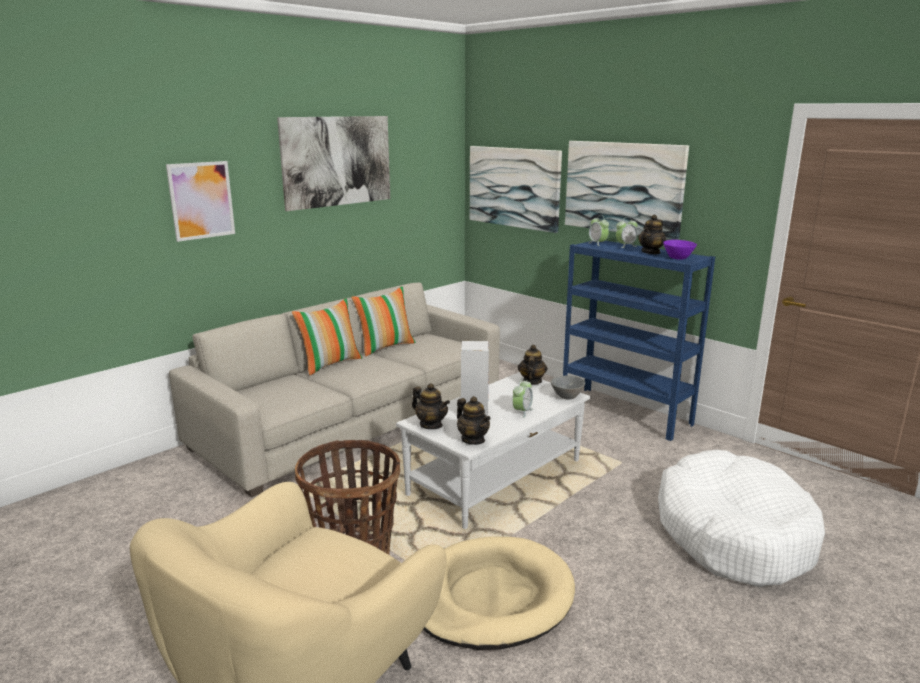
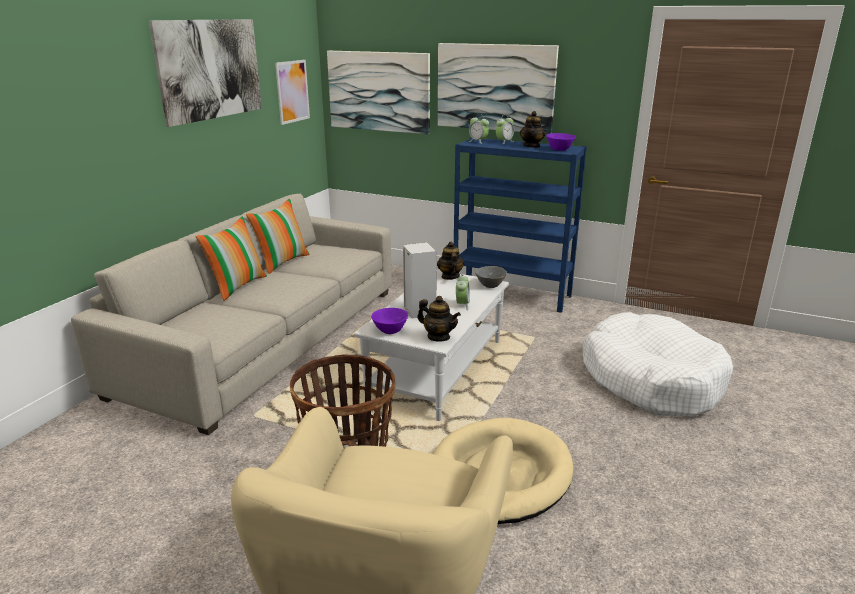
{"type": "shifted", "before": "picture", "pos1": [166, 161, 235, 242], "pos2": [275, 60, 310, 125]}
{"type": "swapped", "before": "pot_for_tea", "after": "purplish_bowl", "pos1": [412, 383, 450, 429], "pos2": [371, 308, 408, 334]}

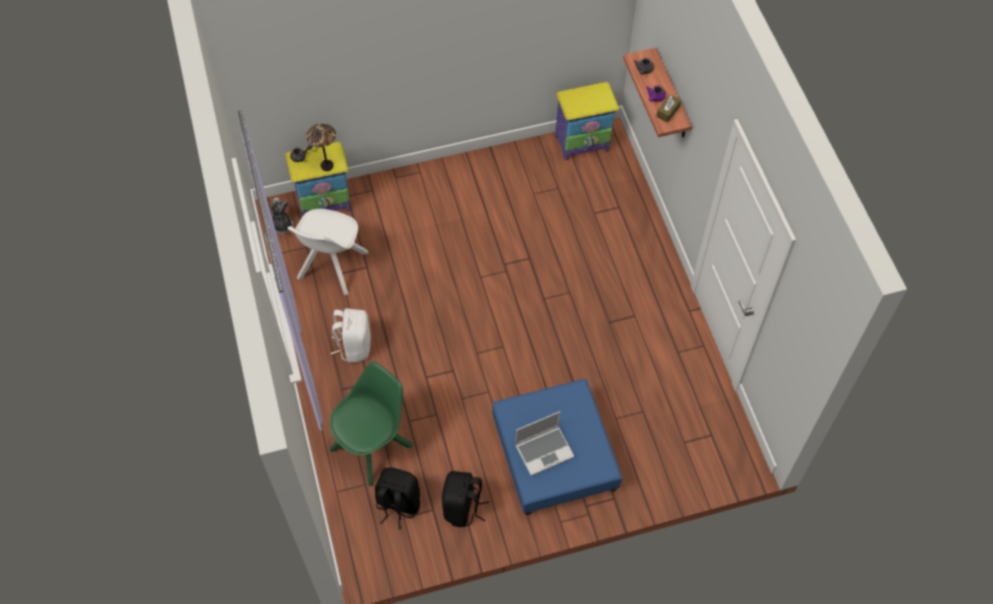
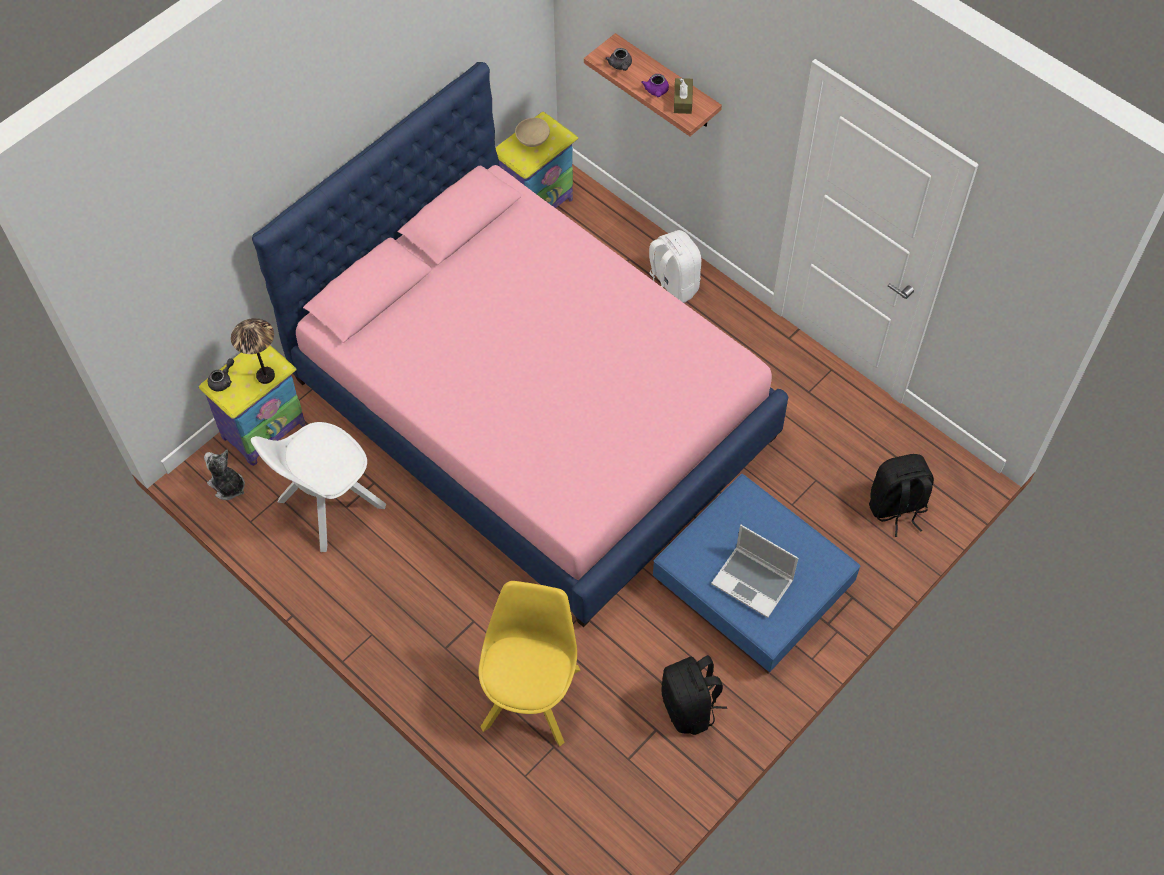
{"type": "rotated", "before": "white_upright_chair", "pos1": [287, 209, 368, 295], "pos2": [251, 422, 386, 552], "turn": 60}
{"type": "shifted", "before": "white_rucksack", "pos1": [331, 308, 371, 363], "pos2": [649, 230, 701, 303]}
{"type": "repainted", "before": "green-coloured_upright_chair", "after": "yellowish_upright_chair", "pos1": [330, 361, 413, 486], "pos2": [479, 581, 580, 746]}
{"type": "rotated", "before": "notebook_computer", "pos1": [515, 411, 575, 476], "pos2": [711, 525, 799, 618], "turn": 90}
{"type": "shifted", "before": "black-coloured_rucksack", "pos1": [375, 467, 420, 530], "pos2": [869, 454, 934, 537]}
{"type": "new", "after": "pink_sleeping_bed", "pos2": [252, 62, 788, 627]}
{"type": "new", "after": "beige-coloured_bowl", "pos2": [515, 118, 550, 147]}

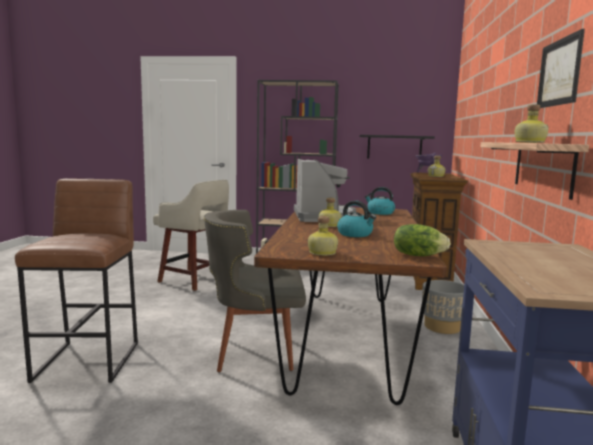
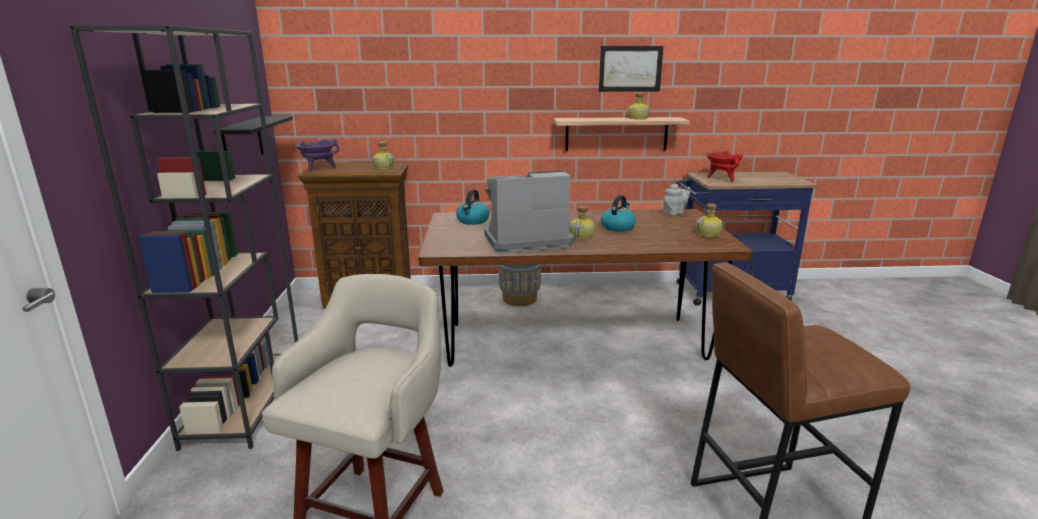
{"type": "gone", "before": "grey_upright_chair", "pos1": [204, 210, 306, 373]}
{"type": "swapped", "before": "lettuce", "after": "grey_pot_for_tea", "pos1": [394, 224, 451, 256], "pos2": [664, 184, 691, 215]}
{"type": "new", "after": "red-coloured_saucepot", "pos2": [706, 151, 743, 182]}

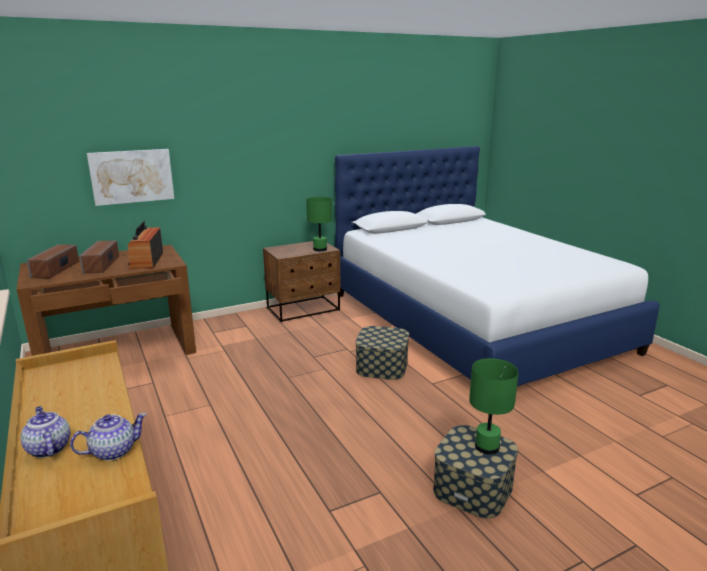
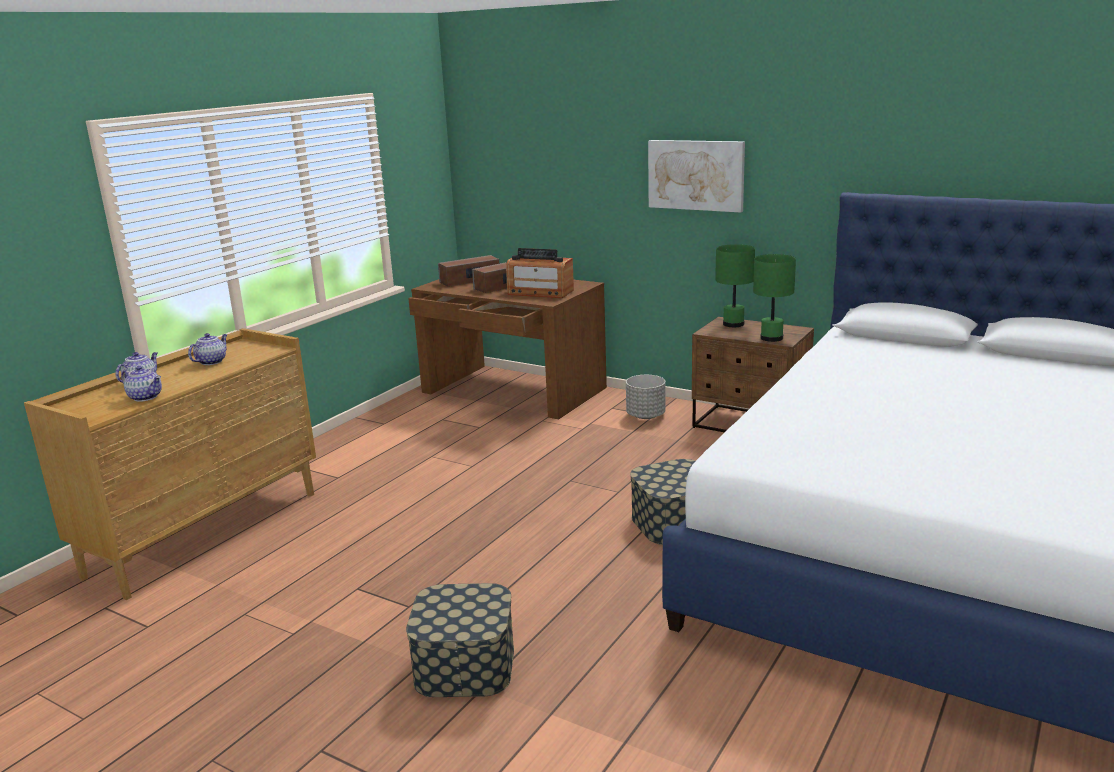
{"type": "shifted", "before": "picture", "pos1": [87, 149, 174, 206], "pos2": [648, 140, 745, 212]}
{"type": "rotated", "before": "radio", "pos1": [128, 221, 163, 269], "pos2": [506, 248, 574, 298], "turn": -120}
{"type": "shifted", "before": "green-coloured_tabletop_lamp", "pos1": [469, 358, 518, 455], "pos2": [716, 244, 755, 327]}
{"type": "new", "after": "pot_for_tea", "pos2": [188, 333, 228, 365]}
{"type": "new", "after": "grey_planter", "pos2": [626, 375, 666, 419]}

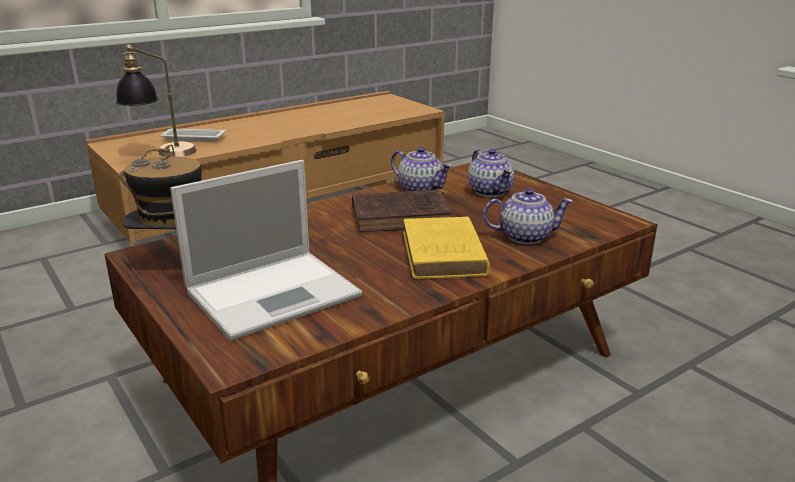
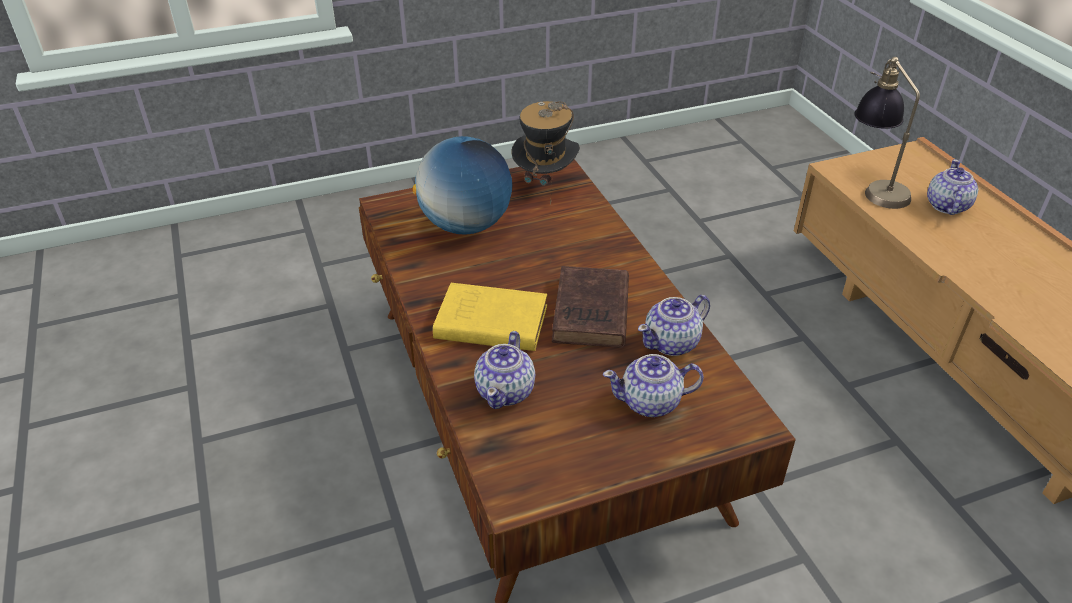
{"type": "swapped", "before": "white_carrying_tray", "after": "pot_for_tea", "pos1": [161, 129, 226, 142], "pos2": [927, 159, 978, 215]}
{"type": "swapped", "before": "notebook_computer", "after": "world_globe", "pos1": [170, 160, 362, 341], "pos2": [412, 136, 513, 235]}

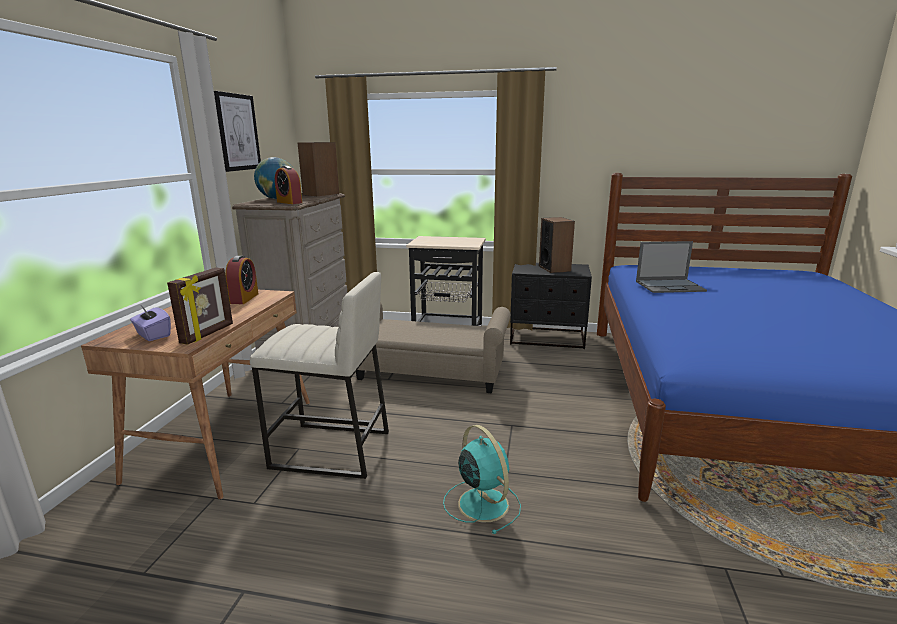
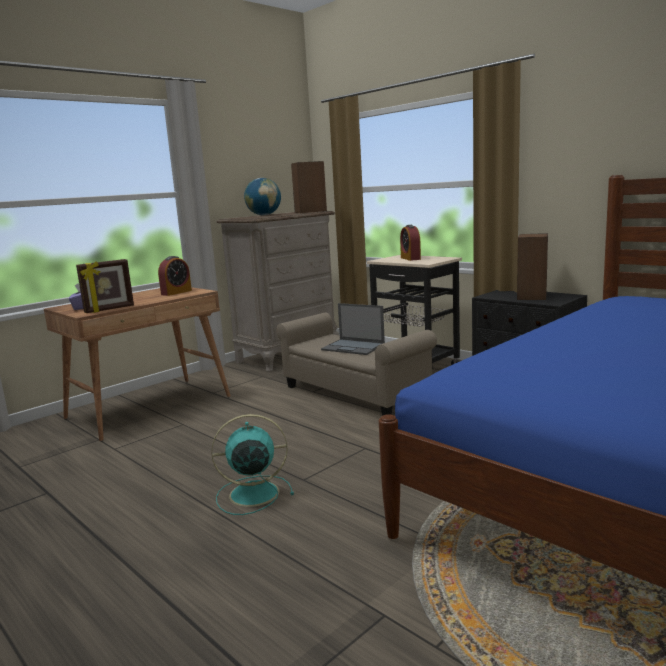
{"type": "gone", "before": "picture", "pos1": [214, 91, 261, 172]}
{"type": "shifted", "before": "bedside_clock", "pos1": [275, 166, 302, 204], "pos2": [400, 225, 421, 261]}
{"type": "shifted", "before": "notebook_computer", "pos1": [636, 241, 707, 293], "pos2": [321, 303, 385, 355]}
{"type": "gone", "before": "beige-coloured_stool_seat", "pos1": [250, 272, 389, 479]}
{"type": "rotated", "before": "turquoise-coloured_fan", "pos1": [443, 425, 521, 534], "pos2": [211, 414, 294, 515], "turn": -105}

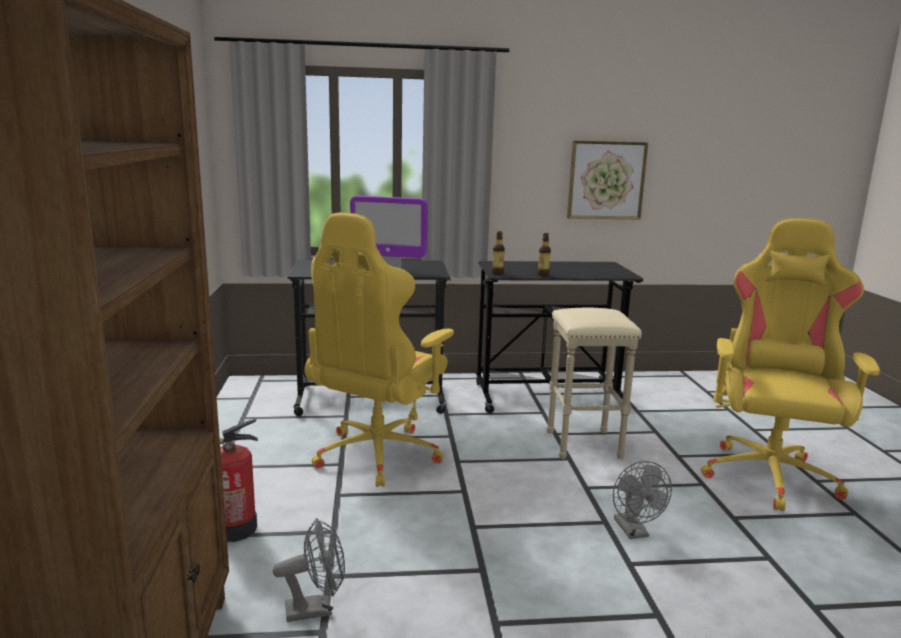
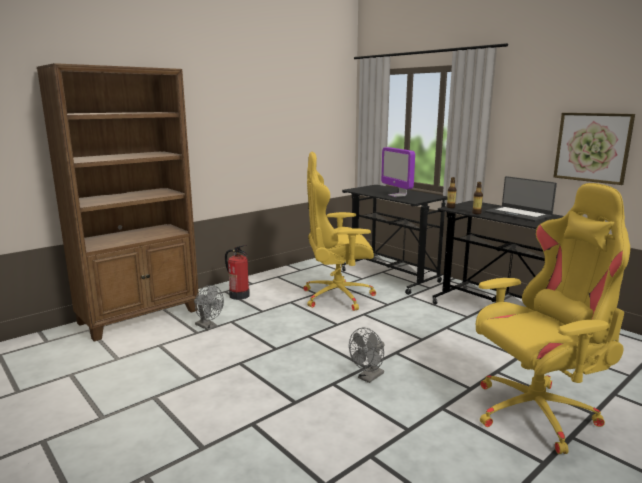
{"type": "gone", "before": "beige-coloured_stool_seat", "pos1": [547, 308, 642, 459]}
{"type": "new", "after": "notebook_computer", "pos2": [485, 176, 557, 222]}

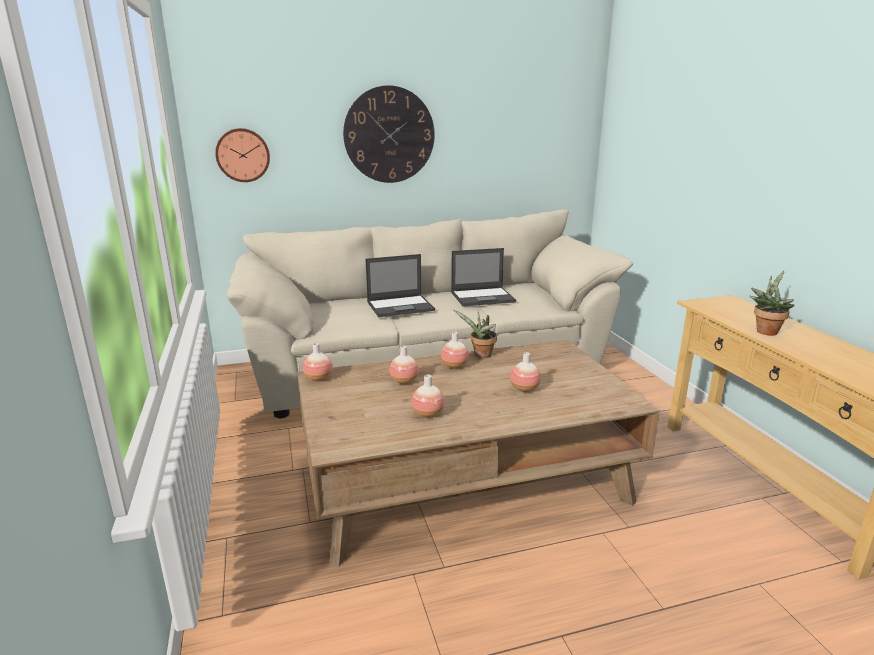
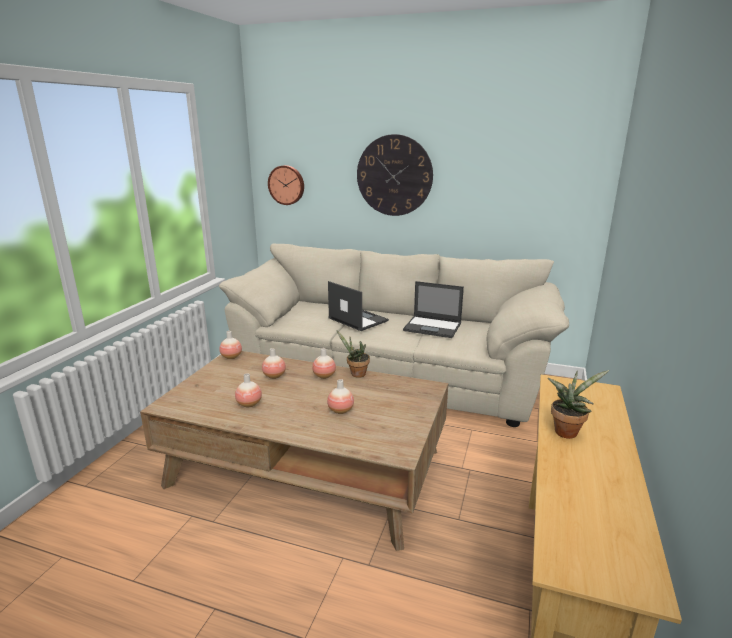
{"type": "rotated", "before": "notebook_computer", "pos1": [365, 254, 435, 317], "pos2": [328, 281, 389, 331], "turn": -150}

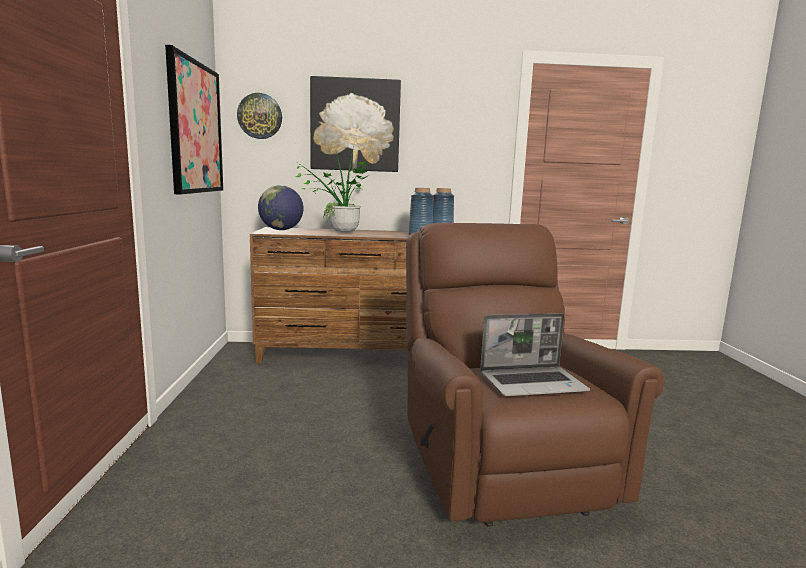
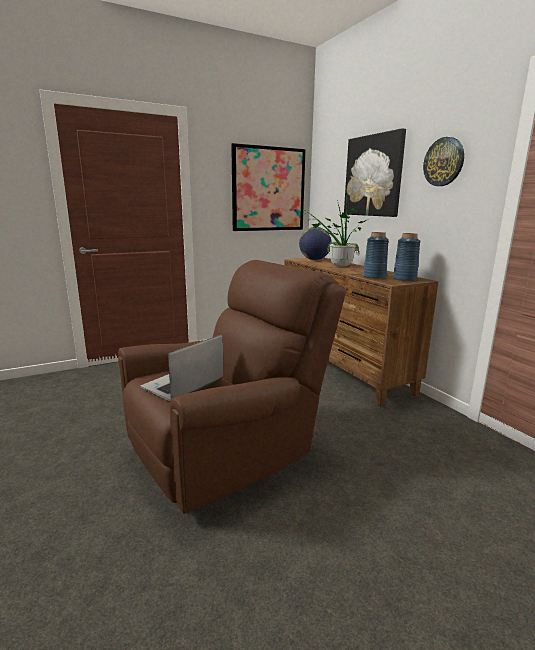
{"type": "shifted", "before": "wall_clock", "pos1": [237, 93, 282, 139], "pos2": [423, 137, 464, 186]}
{"type": "rotated", "before": "notebook_computer", "pos1": [480, 313, 590, 396], "pos2": [141, 335, 224, 401], "turn": 75}

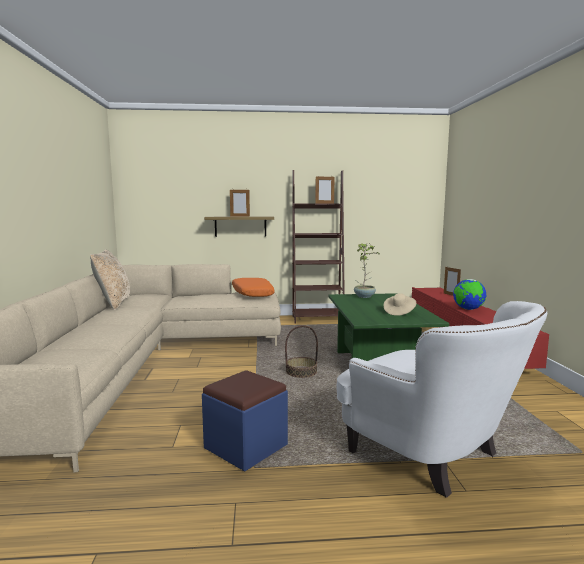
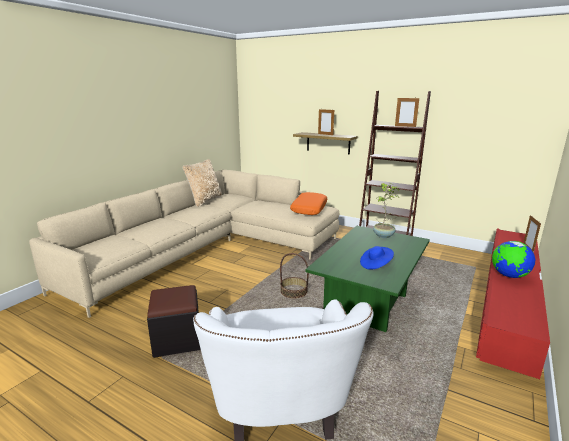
{"type": "repainted", "before": "beige-coloured_hat", "after": "blue_hat", "pos1": [384, 293, 416, 316], "pos2": [360, 246, 394, 270]}
{"type": "repainted", "before": "blue_pouffe", "after": "black-coloured_pouffe", "pos1": [202, 370, 288, 472], "pos2": [147, 285, 201, 358]}

